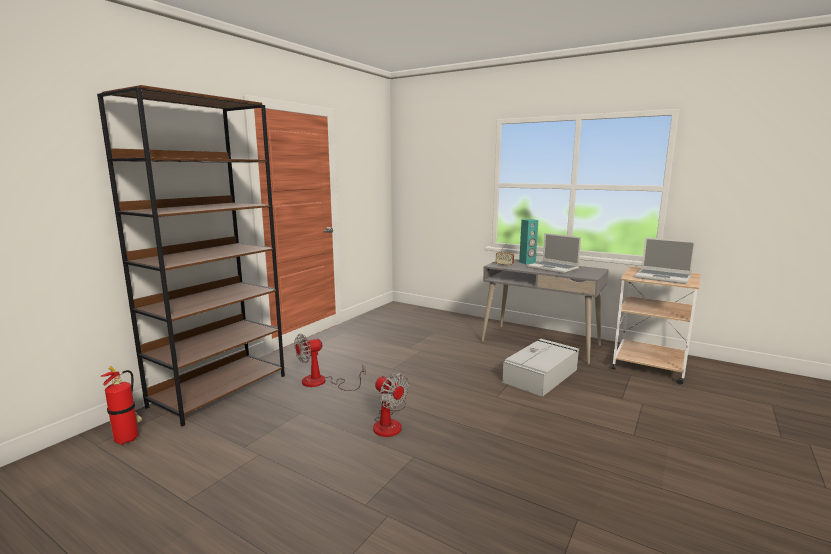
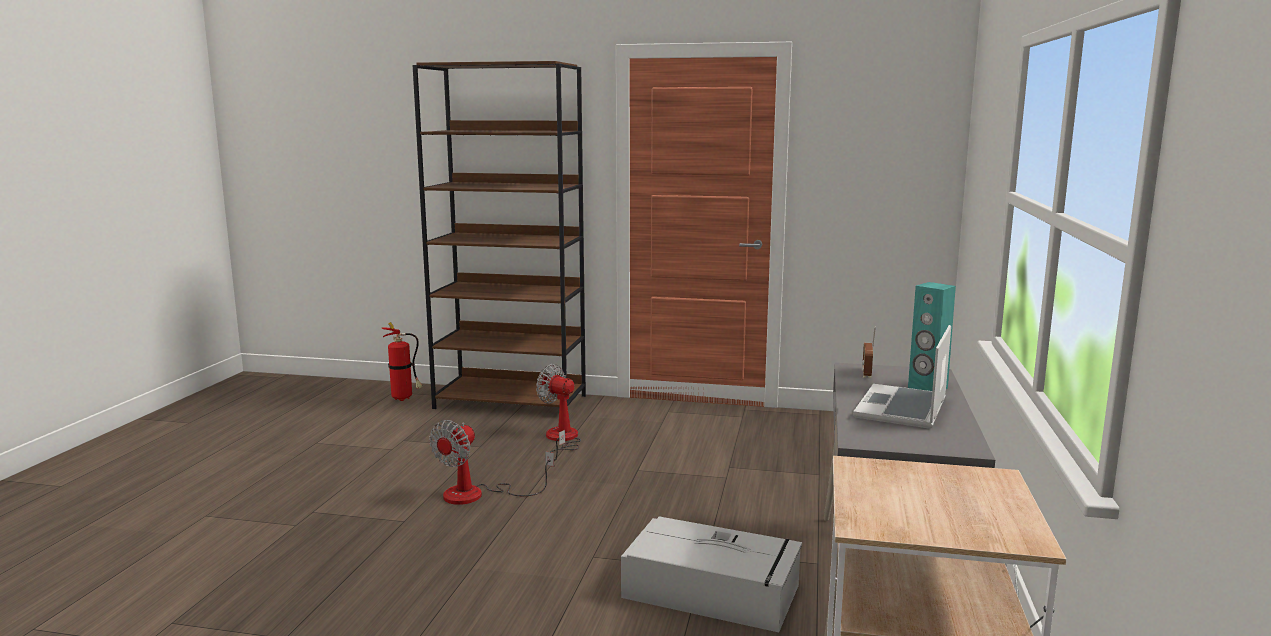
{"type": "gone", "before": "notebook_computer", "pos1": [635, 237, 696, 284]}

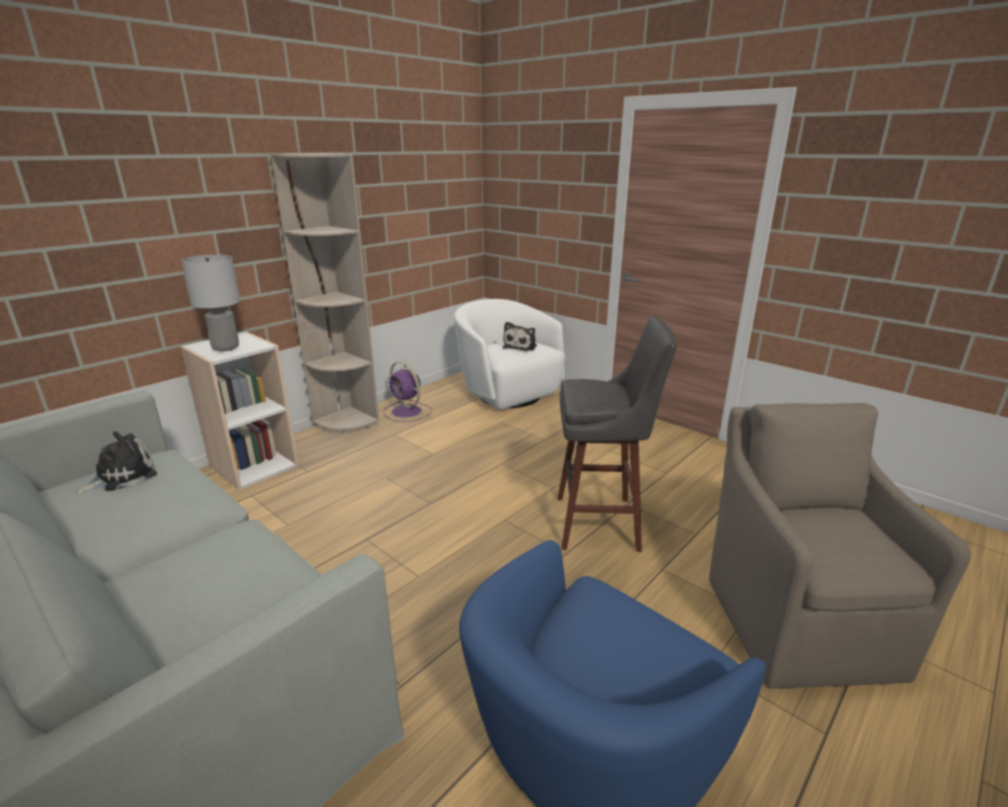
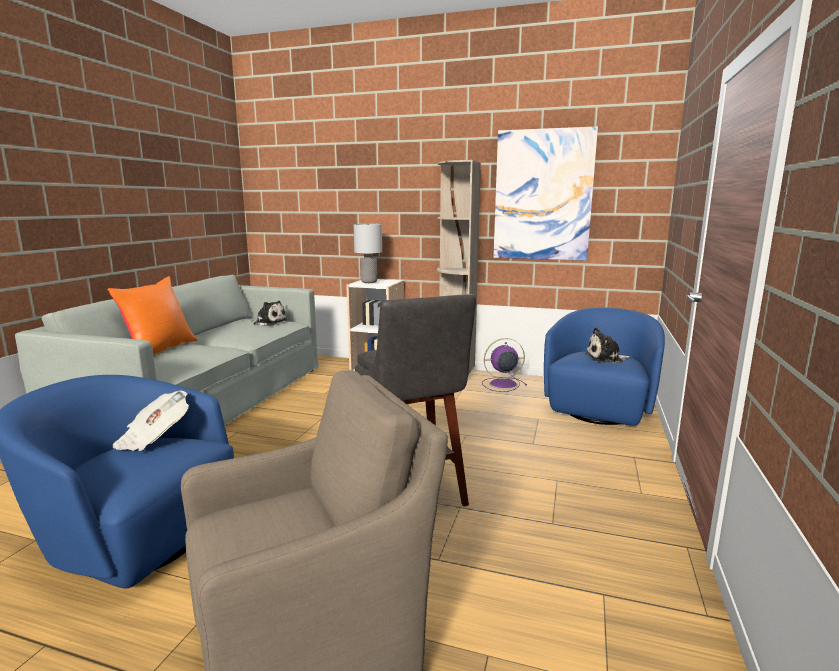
{"type": "repainted", "before": "white_easy_chair", "after": "blue_easy_chair", "pos1": [454, 299, 565, 410], "pos2": [544, 307, 665, 426]}
{"type": "rotated", "before": "purplish_fan", "pos1": [383, 361, 432, 422], "pos2": [482, 338, 527, 392], "turn": 60}
{"type": "new", "after": "picture", "pos2": [493, 126, 598, 261]}
{"type": "new", "after": "orangey_pillow", "pos2": [107, 276, 197, 355]}
{"type": "new", "after": "printed_paper", "pos2": [113, 391, 189, 451]}

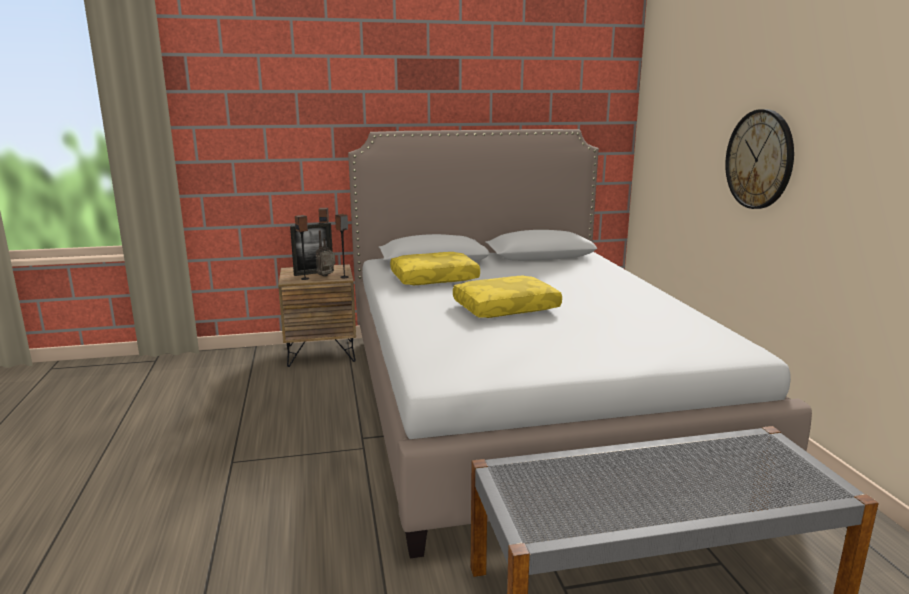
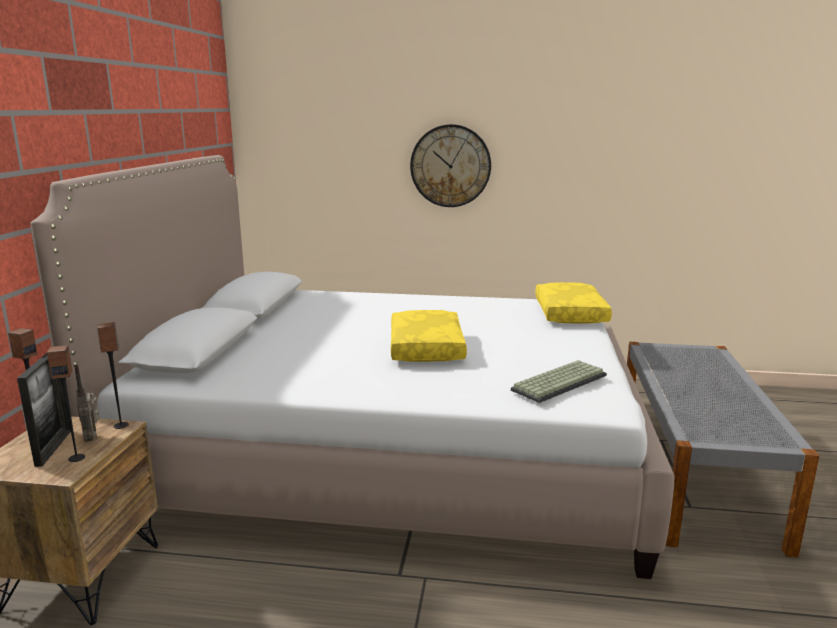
{"type": "shifted", "before": "yellowish_pillow", "pos1": [390, 252, 480, 285], "pos2": [535, 282, 612, 324]}
{"type": "new", "after": "computer_keyboard", "pos2": [511, 360, 607, 403]}

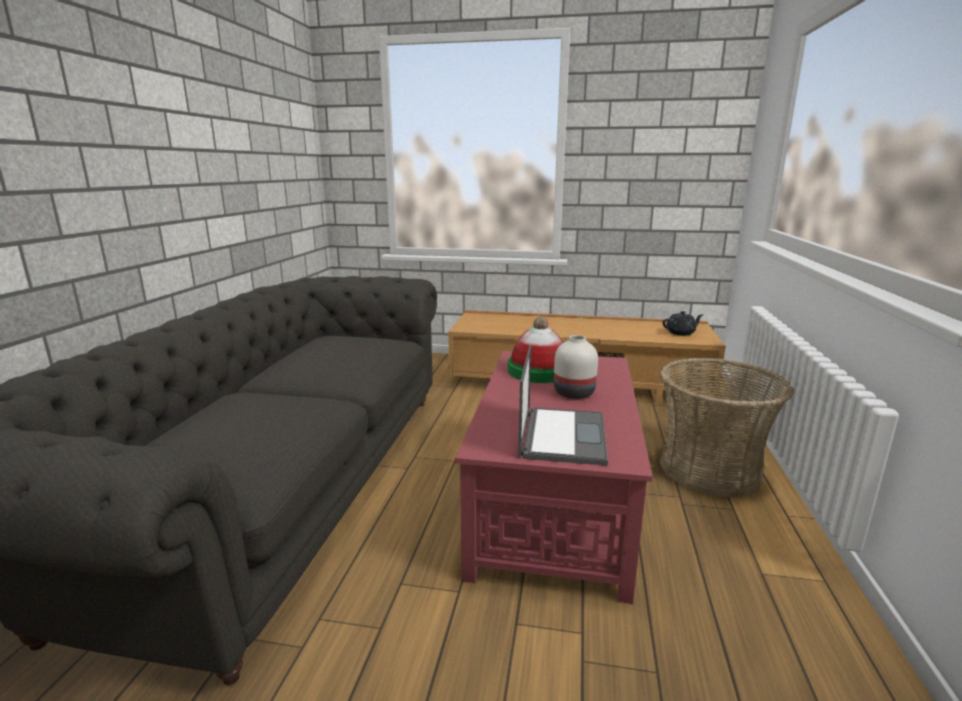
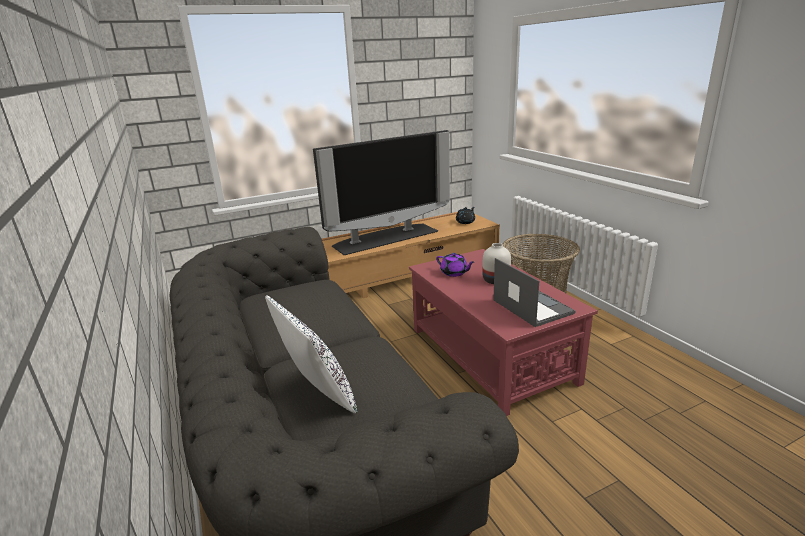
{"type": "swapped", "before": "hat", "after": "purplish_pot_for_tea", "pos1": [508, 317, 563, 383], "pos2": [436, 253, 474, 277]}
{"type": "new", "after": "television", "pos2": [313, 130, 450, 255]}
{"type": "new", "after": "white_pillow", "pos2": [265, 295, 357, 413]}

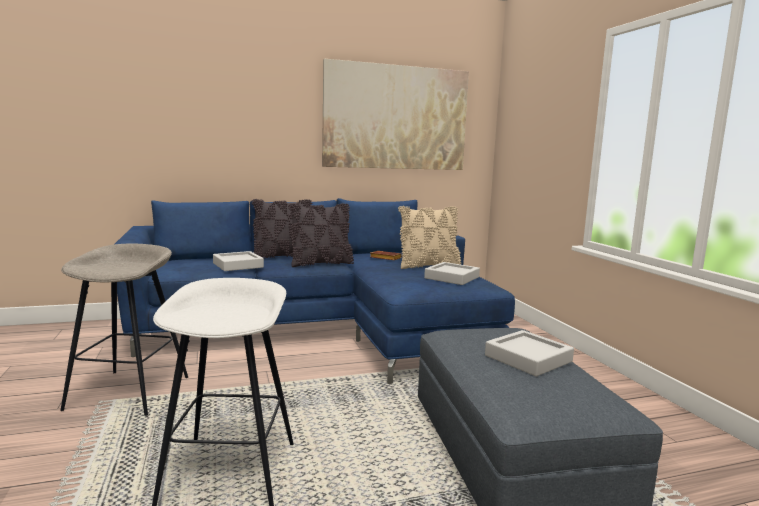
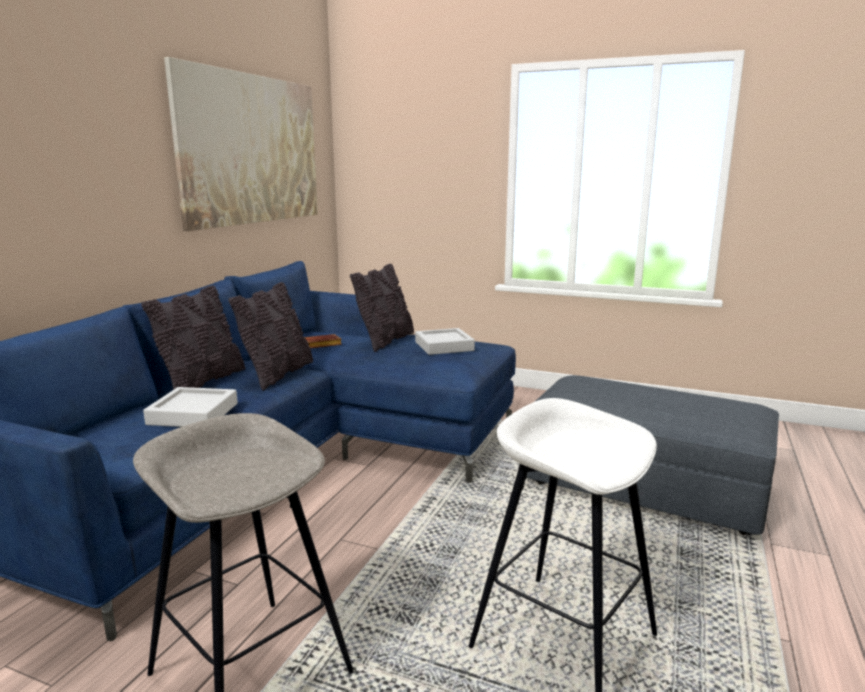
{"type": "repainted", "before": "beige-coloured_pillow", "after": "black-coloured_pillow", "pos1": [398, 206, 462, 269], "pos2": [350, 263, 414, 352]}
{"type": "gone", "before": "grey_carrying_tray", "pos1": [485, 330, 574, 376]}

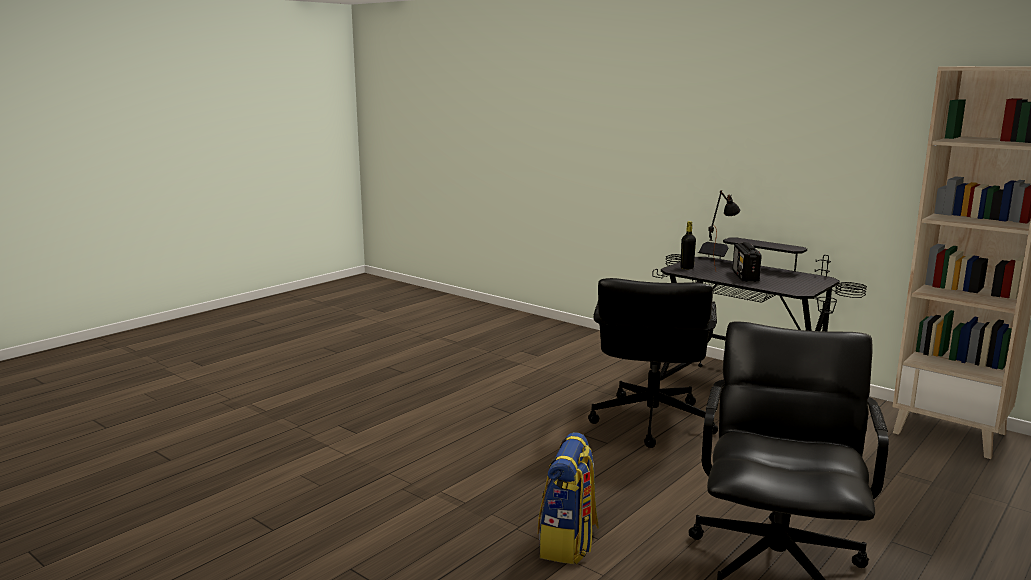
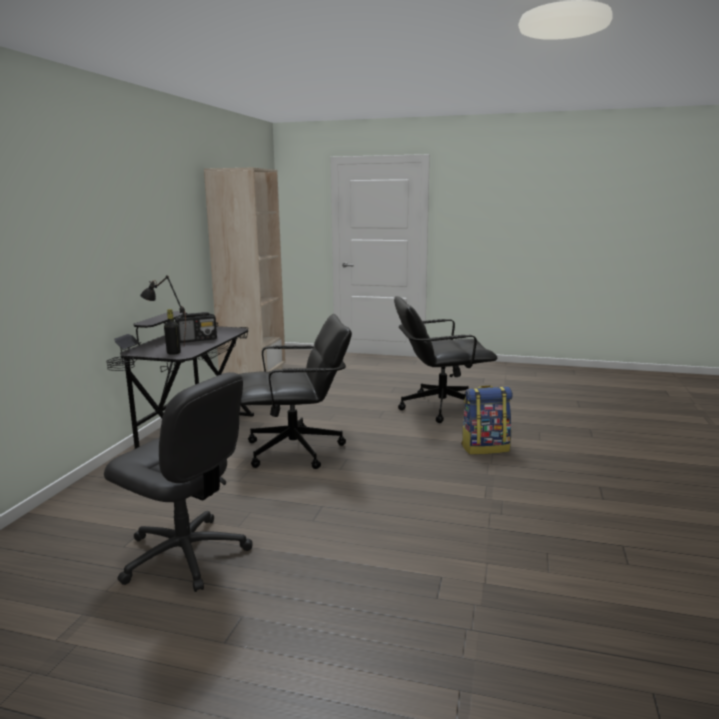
{"type": "new", "after": "black-coloured_computer_chair", "pos2": [104, 372, 252, 592]}

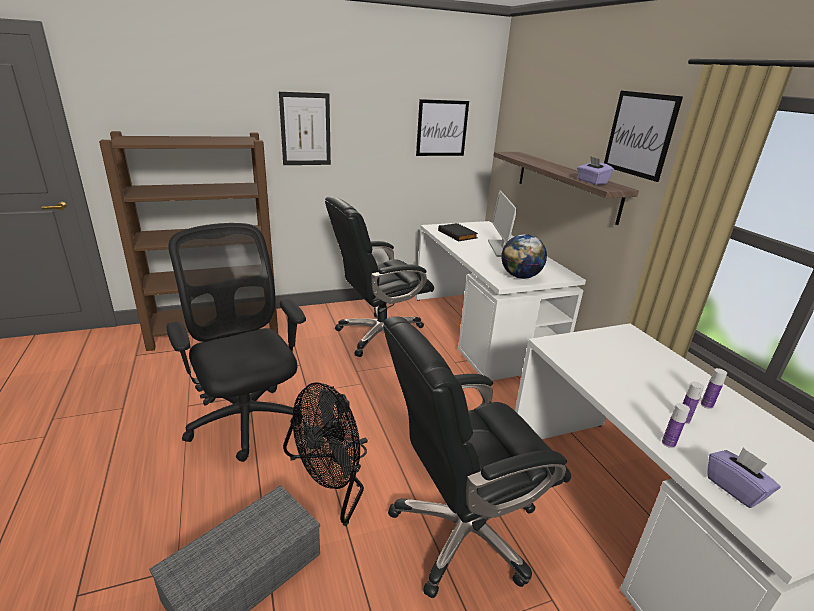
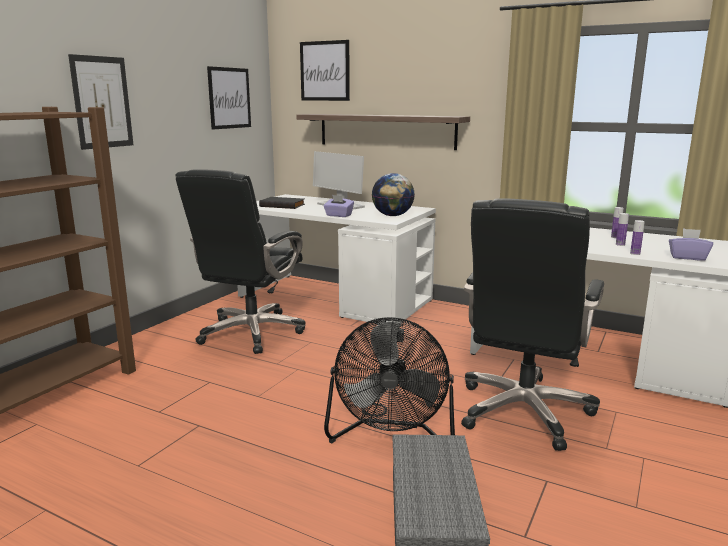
{"type": "shifted", "before": "picture", "pos1": [604, 91, 683, 182], "pos2": [300, 40, 350, 101]}
{"type": "shifted", "before": "purplish_box_of_tissues", "pos1": [577, 156, 614, 185], "pos2": [323, 195, 354, 217]}
{"type": "gone", "before": "black-coloured_computer_chair", "pos1": [167, 223, 306, 462]}

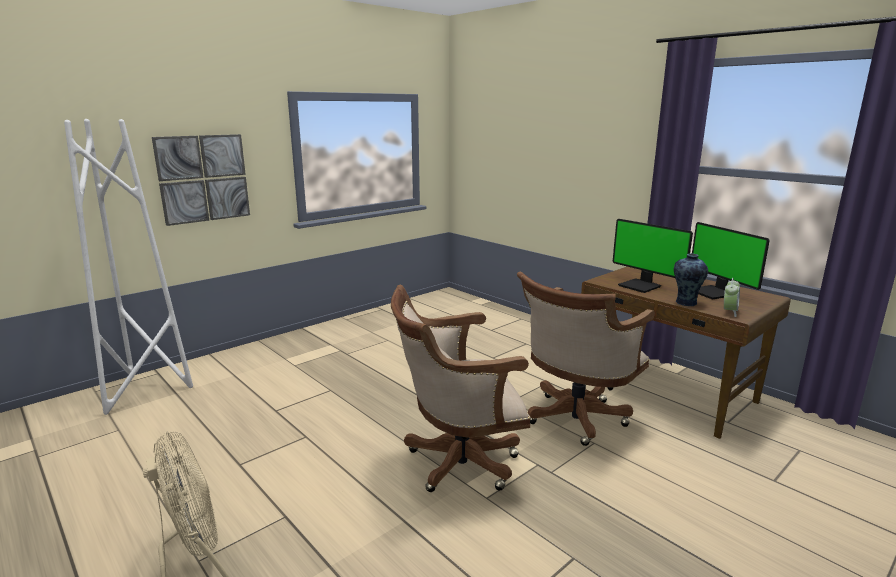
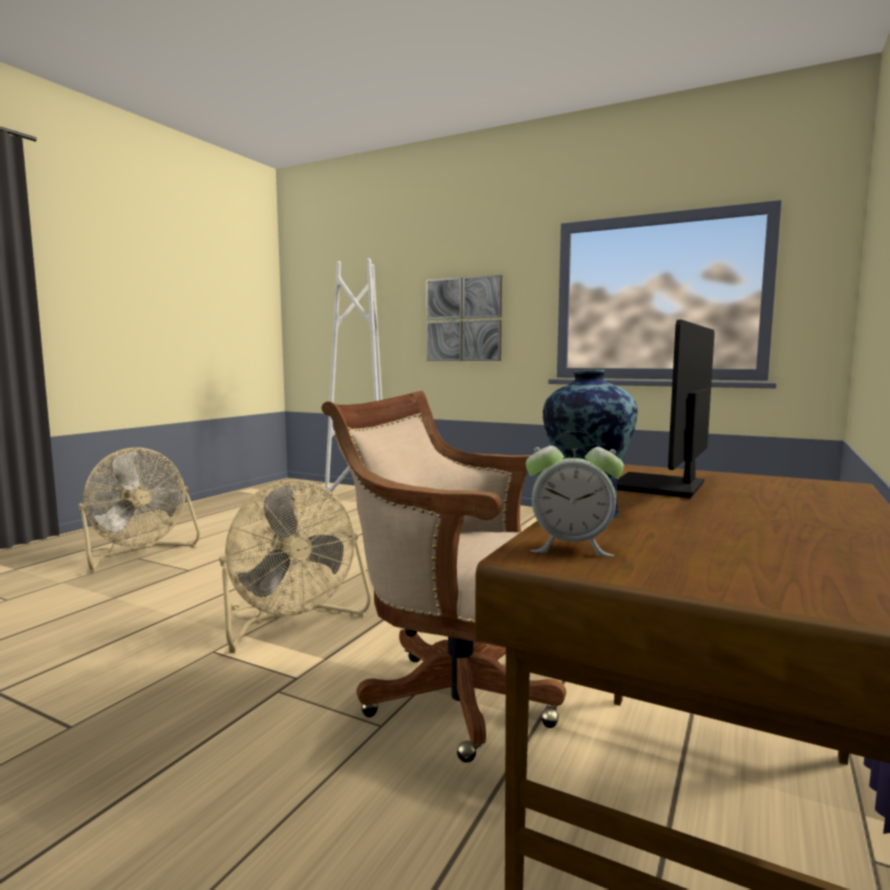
{"type": "gone", "before": "monitor", "pos1": [692, 222, 770, 300]}
{"type": "swapped", "before": "computer_chair", "after": "beige-coloured_fan", "pos1": [391, 285, 530, 492], "pos2": [219, 480, 372, 653]}

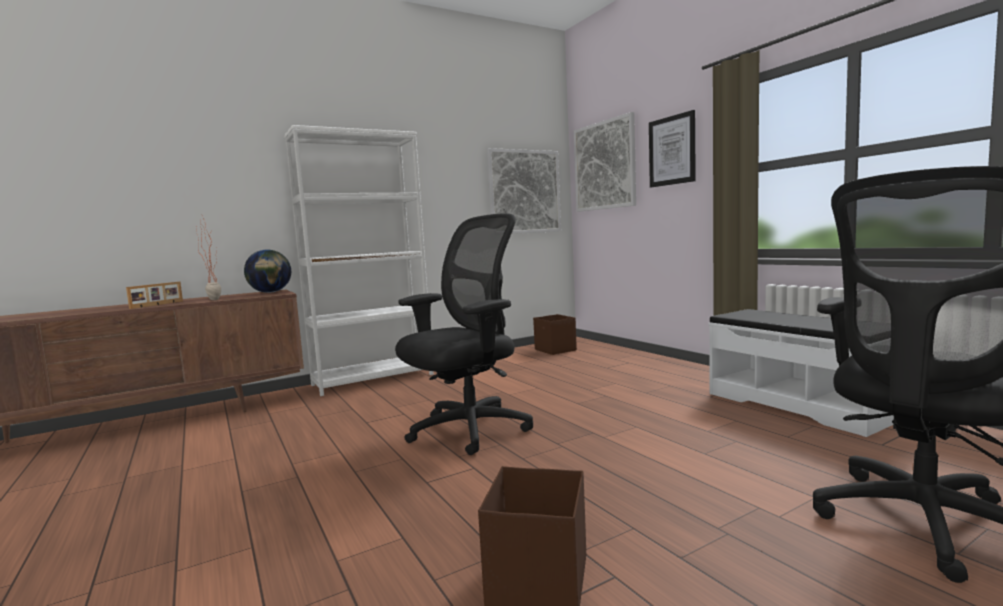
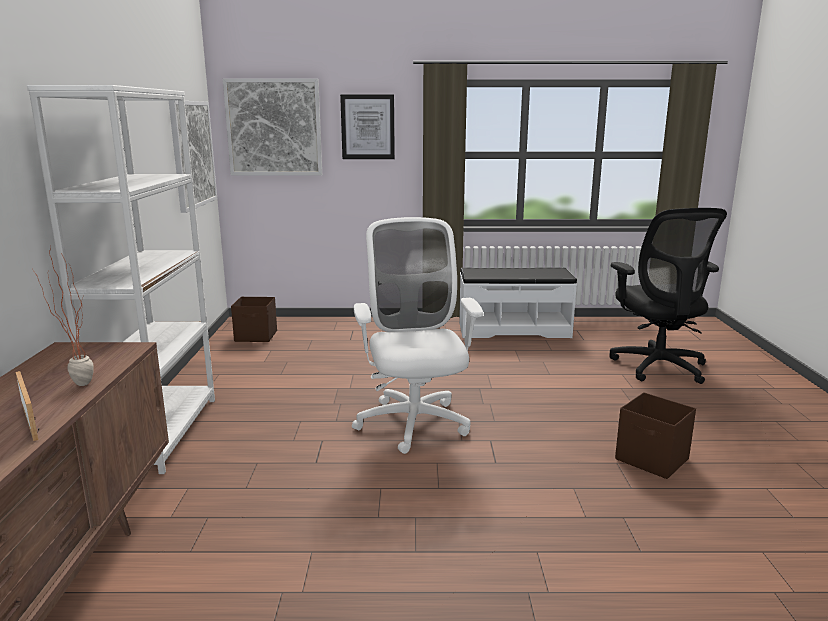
{"type": "repainted", "before": "black-coloured_computer_chair", "after": "white_computer_chair", "pos1": [395, 213, 533, 455], "pos2": [352, 217, 483, 454]}
{"type": "gone", "before": "world_globe", "pos1": [244, 250, 291, 293]}

